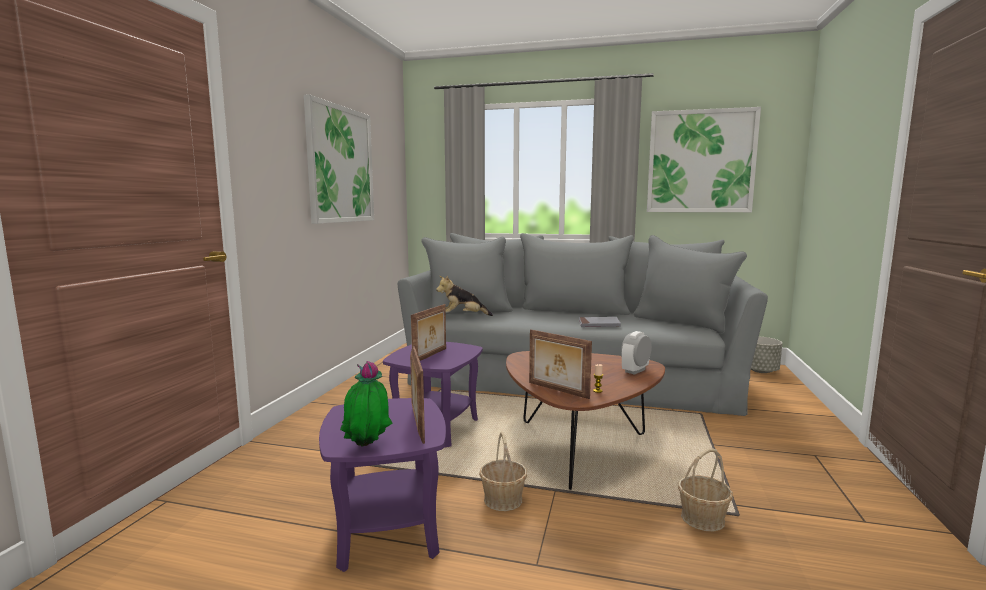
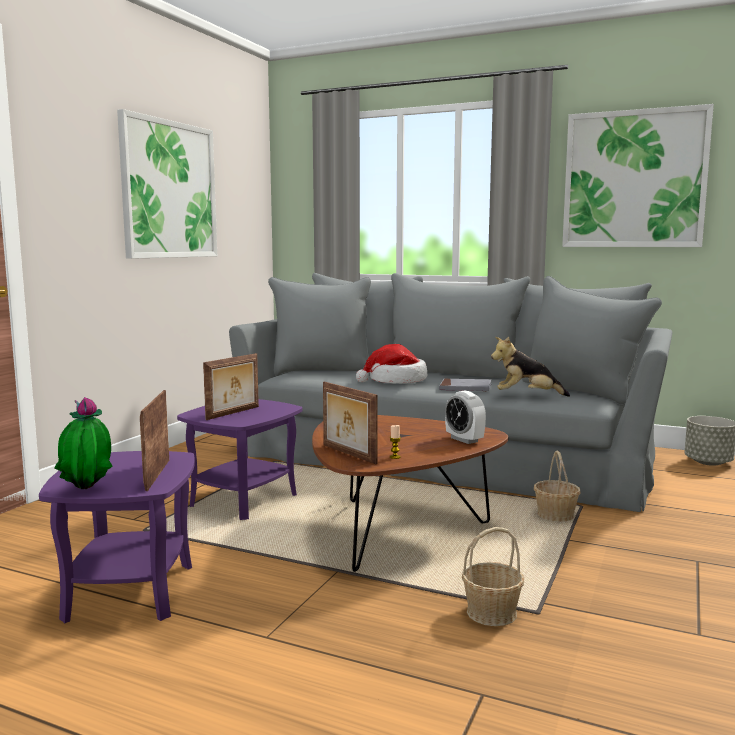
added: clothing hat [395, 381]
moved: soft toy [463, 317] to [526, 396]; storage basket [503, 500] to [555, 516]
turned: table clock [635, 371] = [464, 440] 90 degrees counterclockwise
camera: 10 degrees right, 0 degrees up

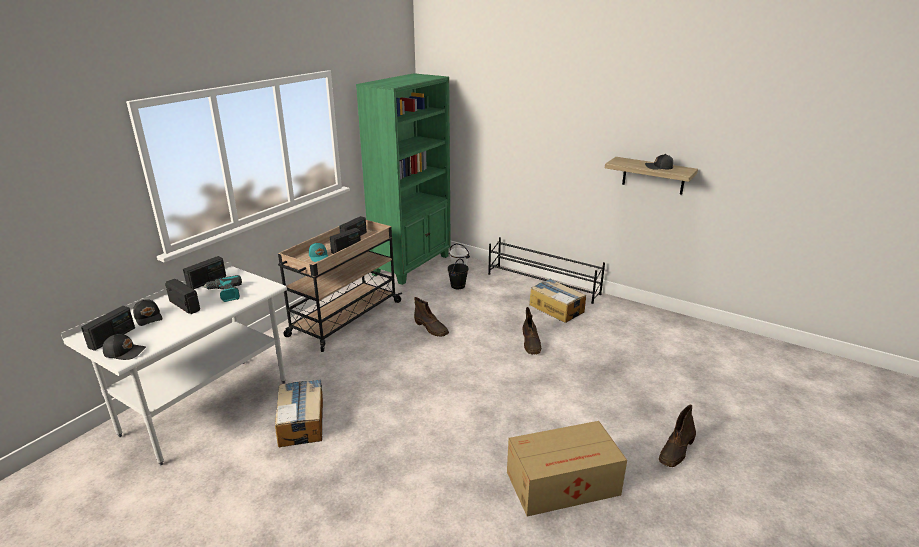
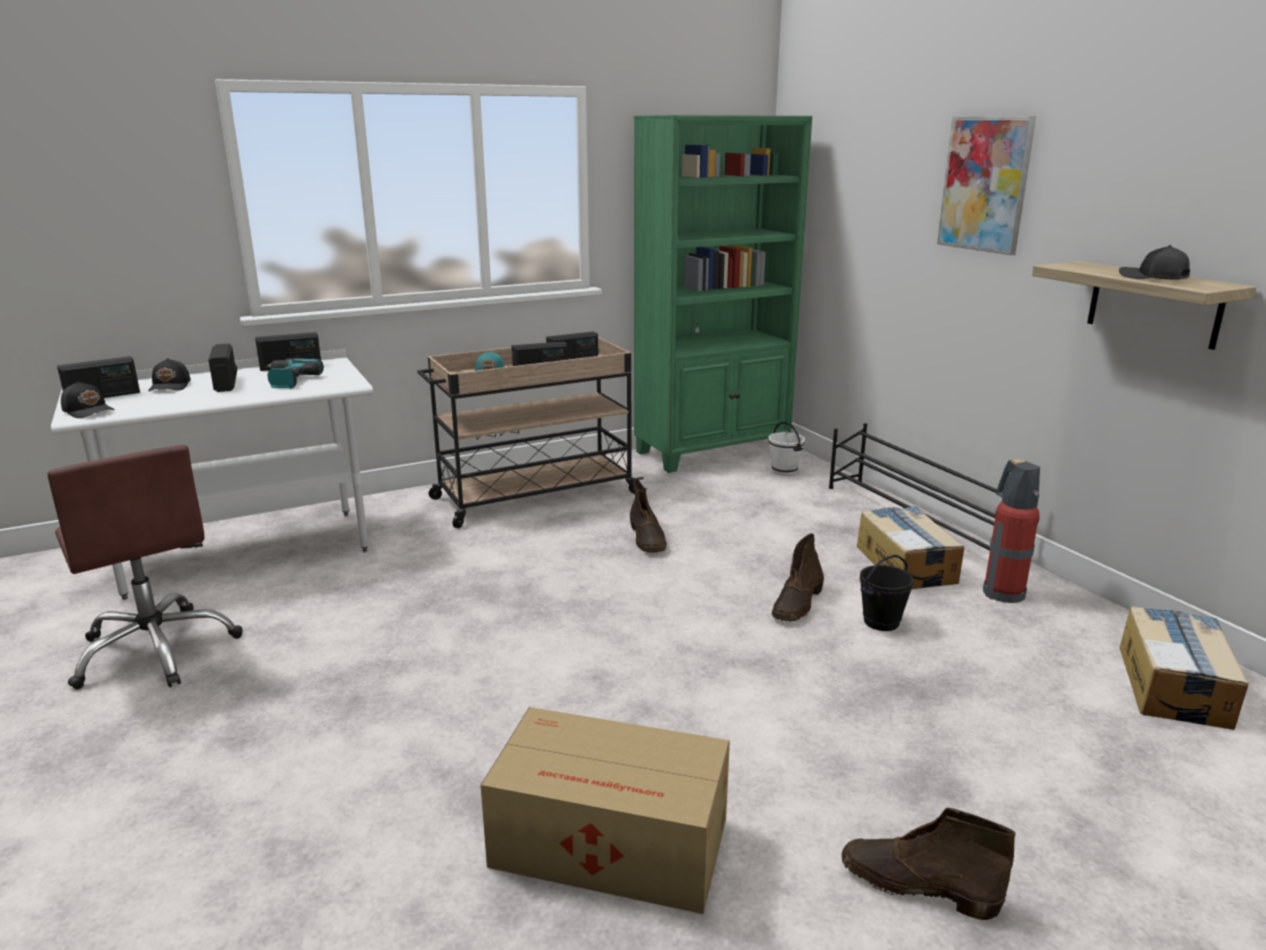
added: computer chair (brown) [156, 650]; wall art [985, 184]; extinguisher [1002, 592]
moved: bucket (black-coloured) [457, 286] to [880, 622]; cardboard box [302, 422] to [1174, 686]
turned: tall boot (brown) [676, 451] = [917, 885] 45 degrees clockwise
camera: 30 degrees right, 5 degrees down

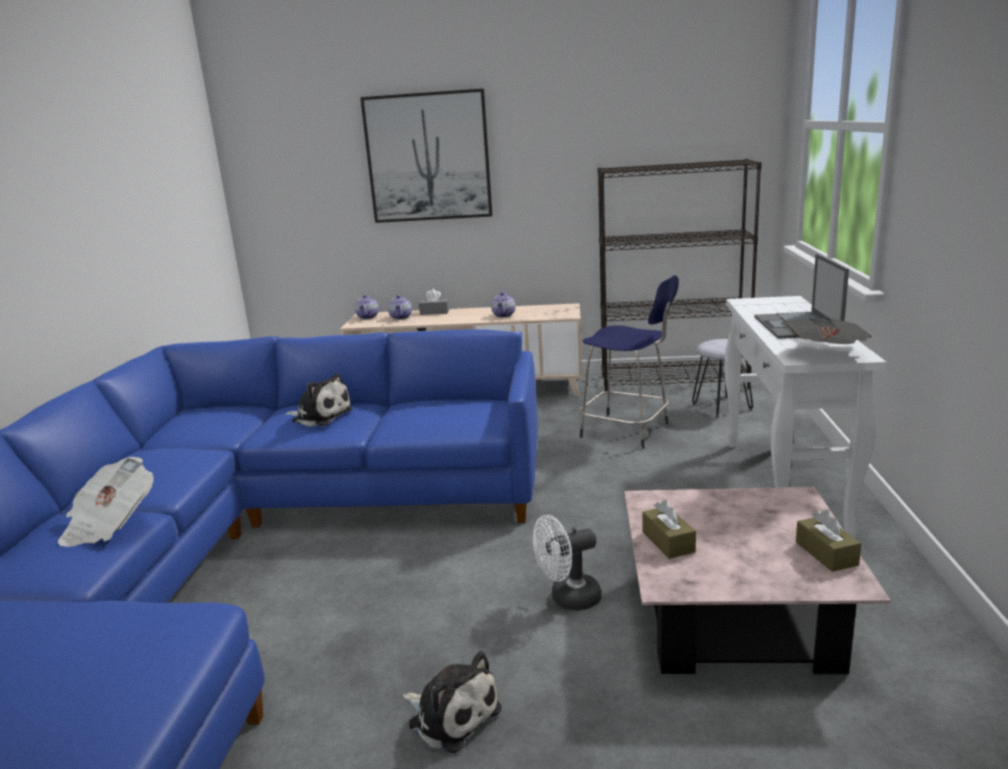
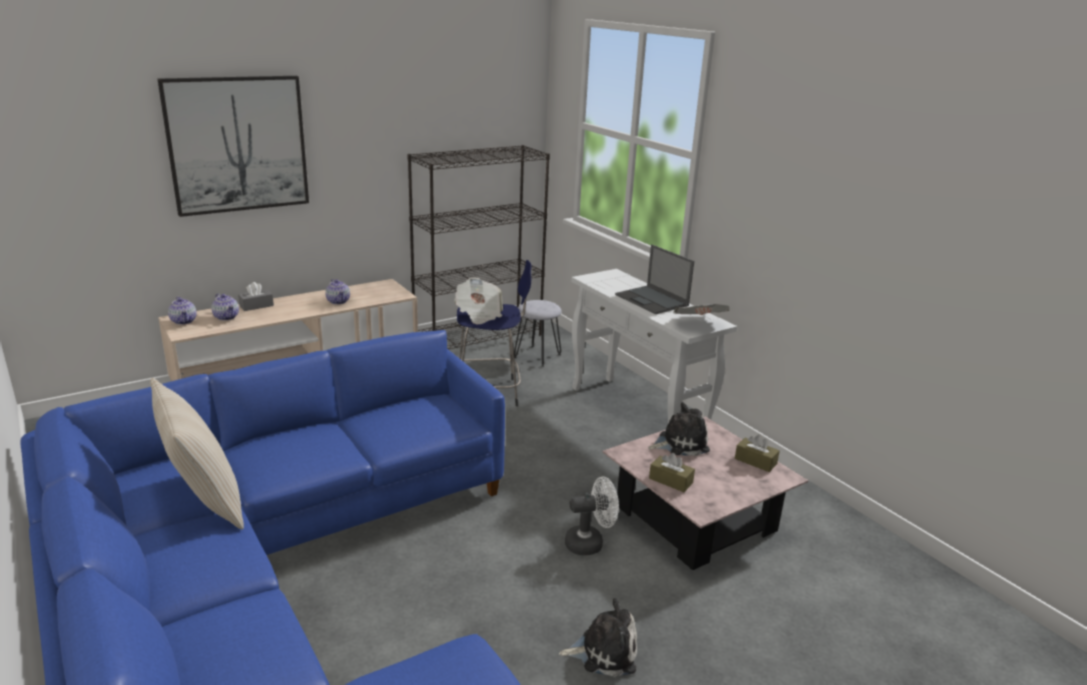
added: throw pillow (beige) [204, 502]
moved: daily paper [110, 524] to [479, 314]; soft toy [320, 416] to [680, 443]
turned: electric fan (white-coloured) [568, 599] = [590, 543] 135 degrees counterclockwise
camera: 40 degrees left, 5 degrees up

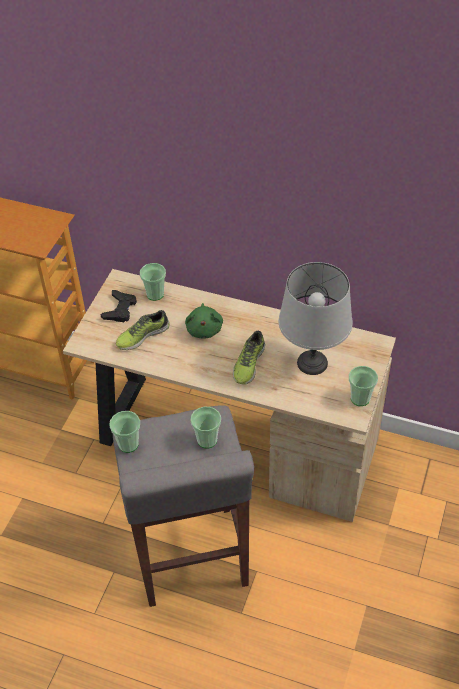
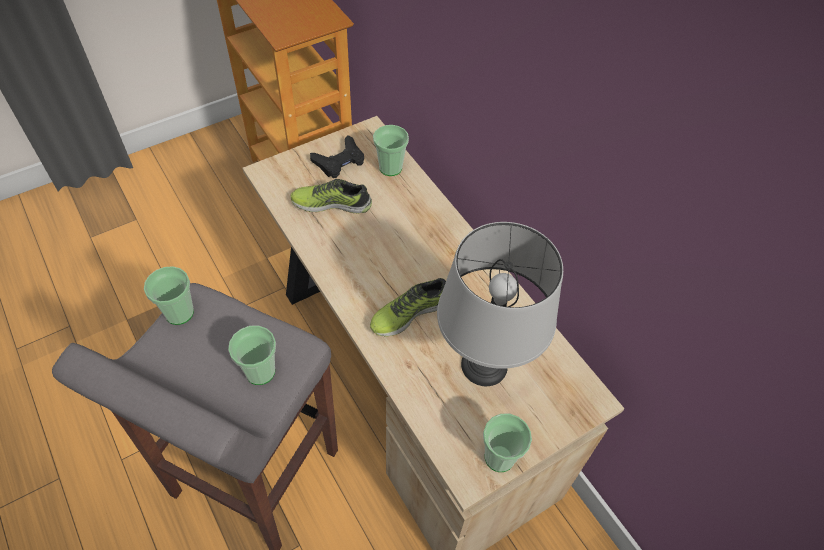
removed: soft toy (green) [204, 329]
camera: 35 degrees right, 5 degrees up

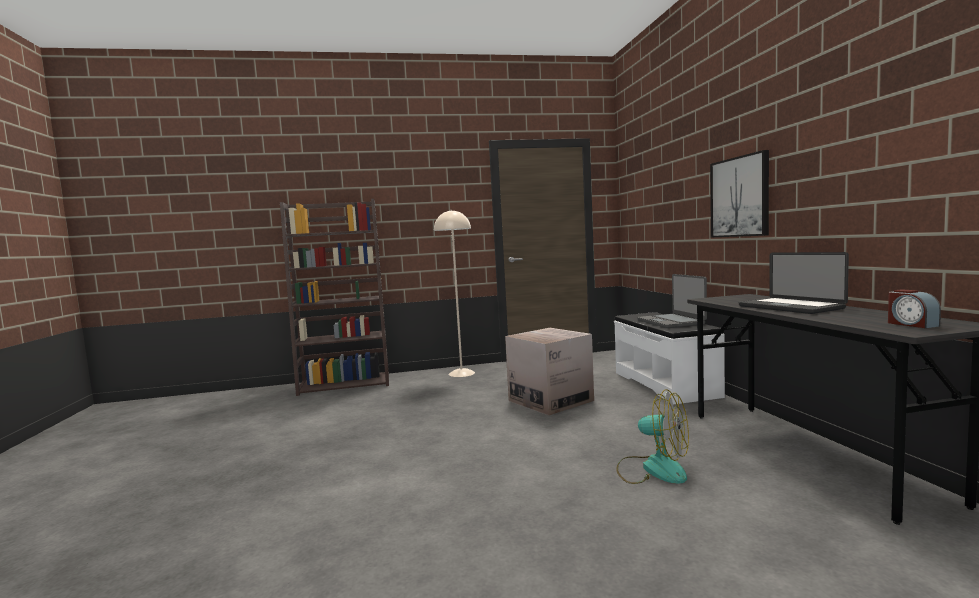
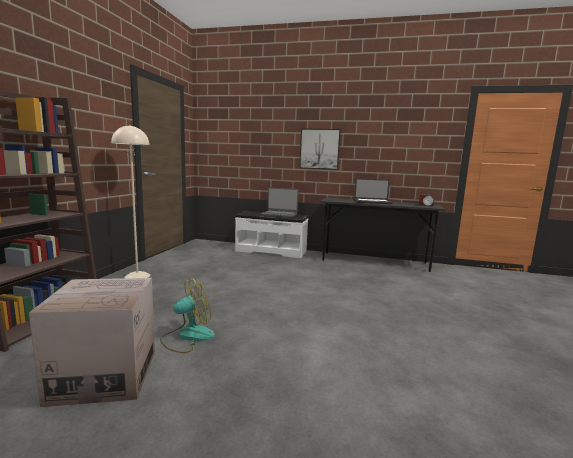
moved: cardboard box [550, 400] to [105, 375]; electric fan [653, 469] to [187, 336]
camera: 65 degrees left, 5 degrees up

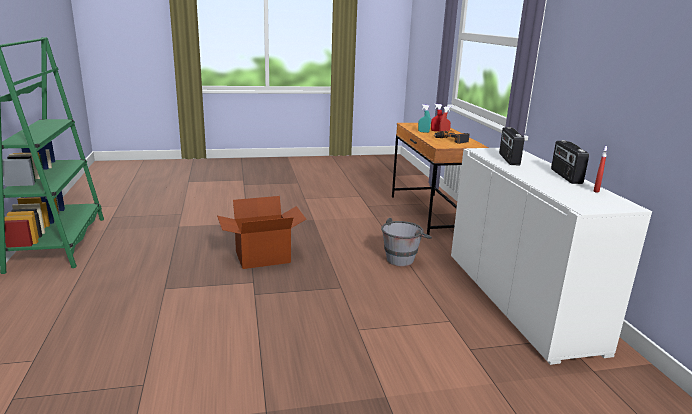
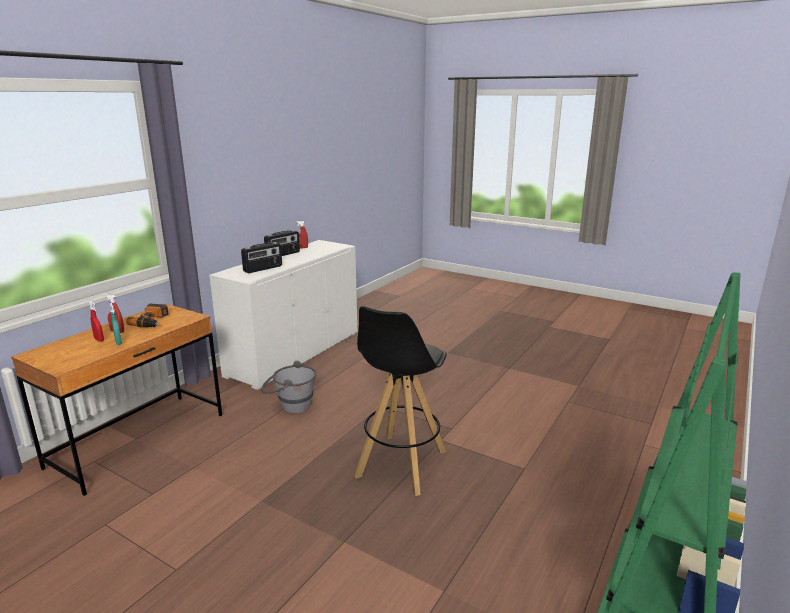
replaced: cardboard box [263, 258] to sitting stool (black-coloured) [400, 464]
camera: 135 degrees left, 0 degrees up

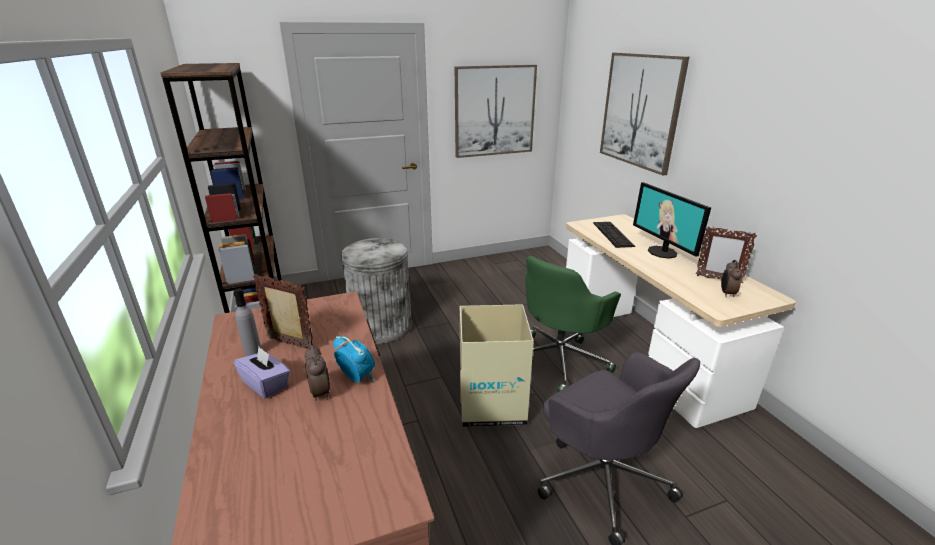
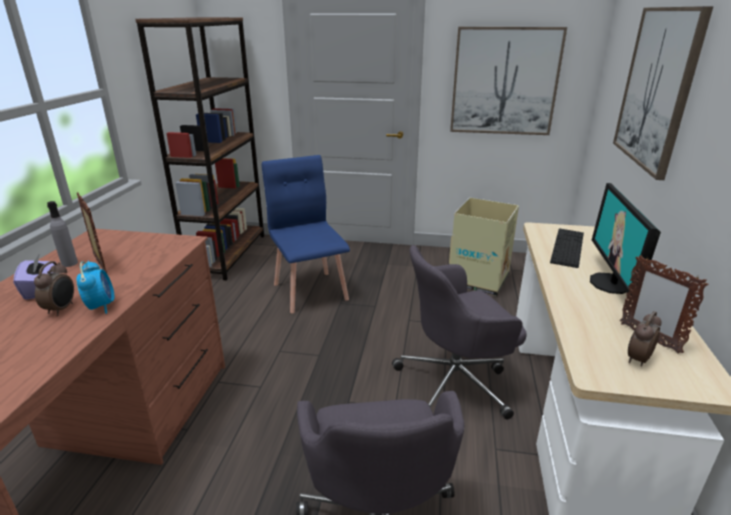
moved: cardboard box [492, 403] to [479, 279]
replaced: waste bin (gray) [381, 326] to upright chair (bluish) [310, 291]
recoloured: computer chair (green) [560, 359] to computer chair (gray) [455, 382]
camera: 30 degrees right, 0 degrees up

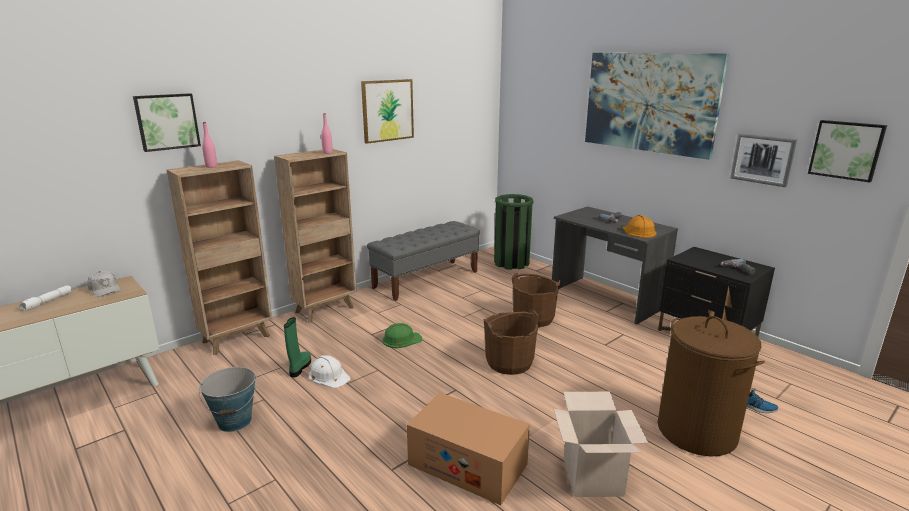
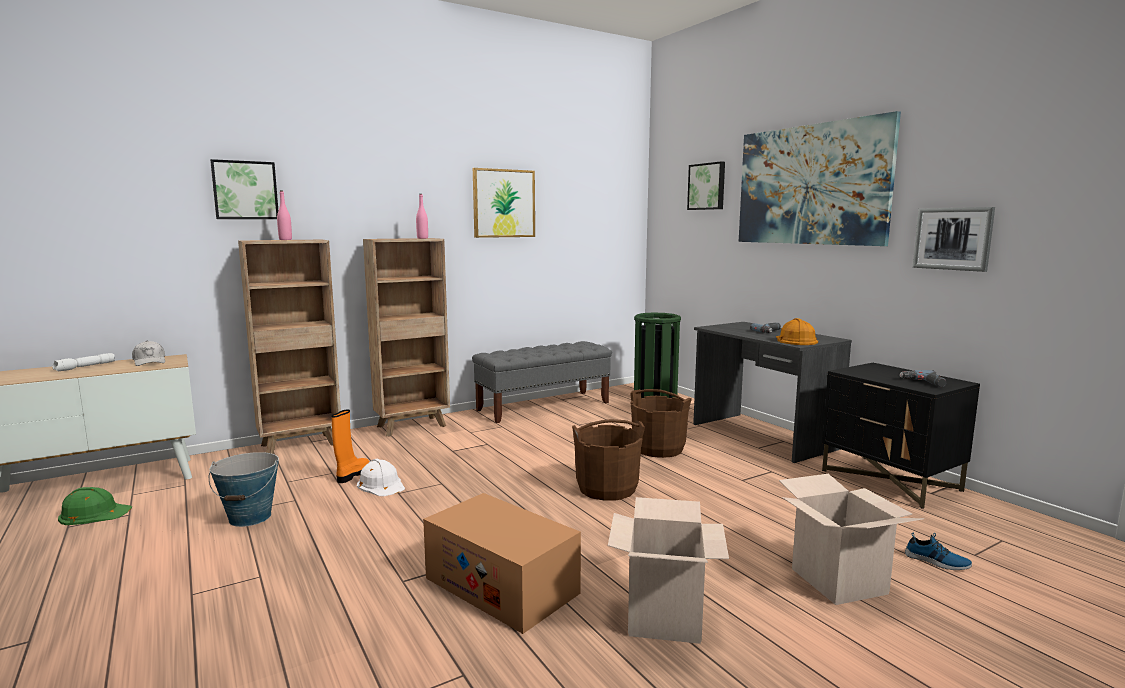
moved: hard hat (green) [401, 339] to [94, 513]; wall art [846, 150] to [707, 186]
replaced: washing basket (brown) [697, 431] to cardboard box [838, 581]
recoloured: tall boot (green) [300, 367] to tall boot (orange) [352, 475]
camera: 10 degrees right, 10 degrees down

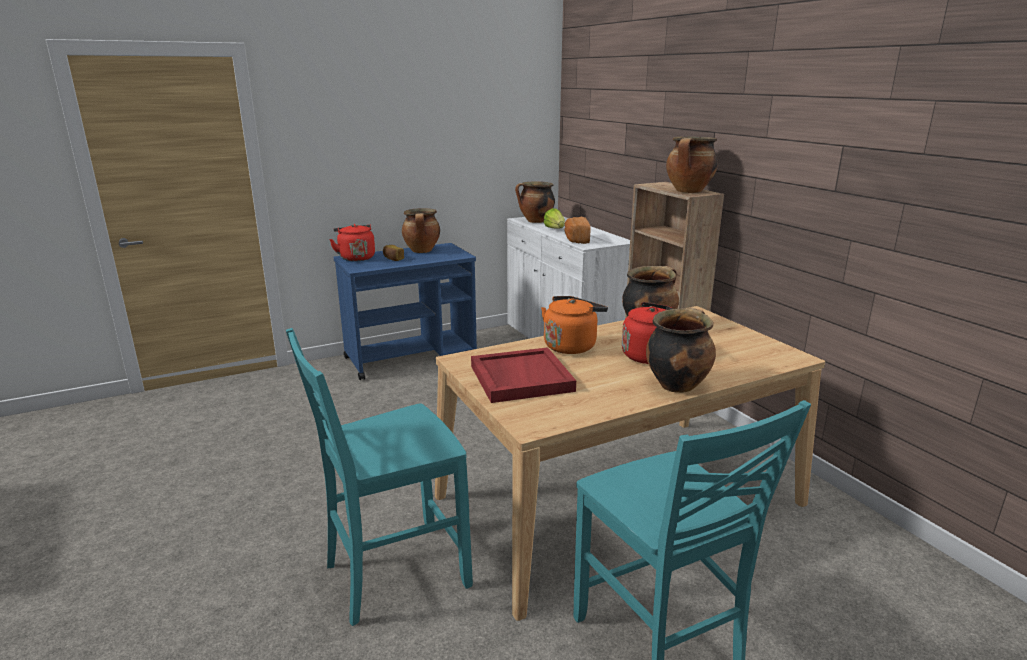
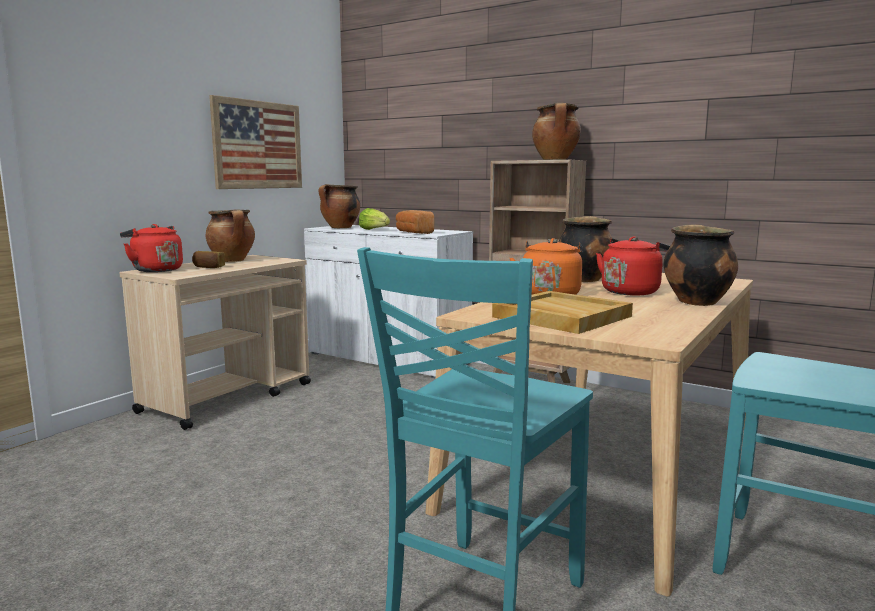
added: wall art [258, 145]
recoloured: trolley (bluish) [411, 357] to trolley (beige) [229, 397]; tray (reddish) [520, 378] to tray (beige) [560, 316]
camera: 30 degrees left, 10 degrees down

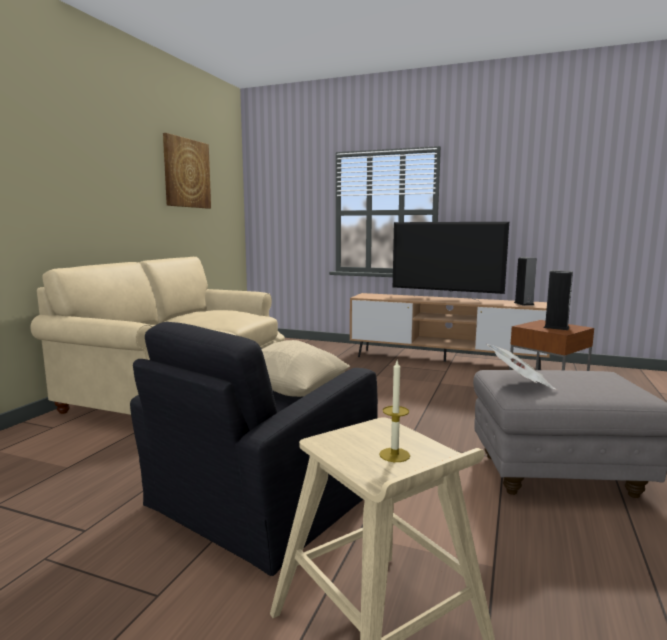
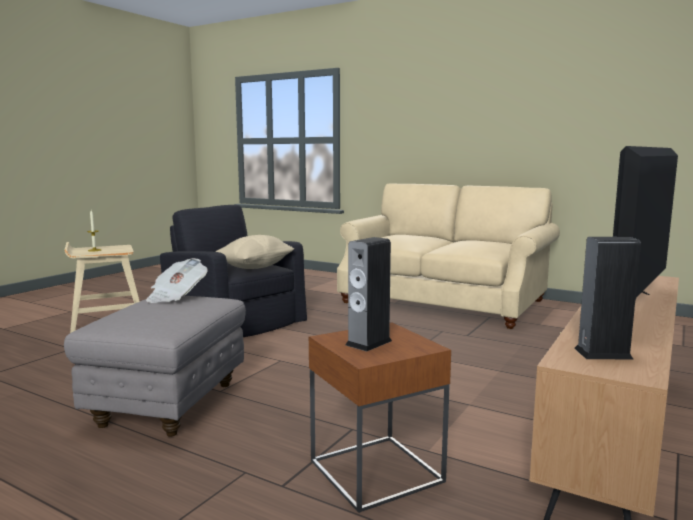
removed: wall art [186, 173]
camera: 100 degrees right, 0 degrees up

